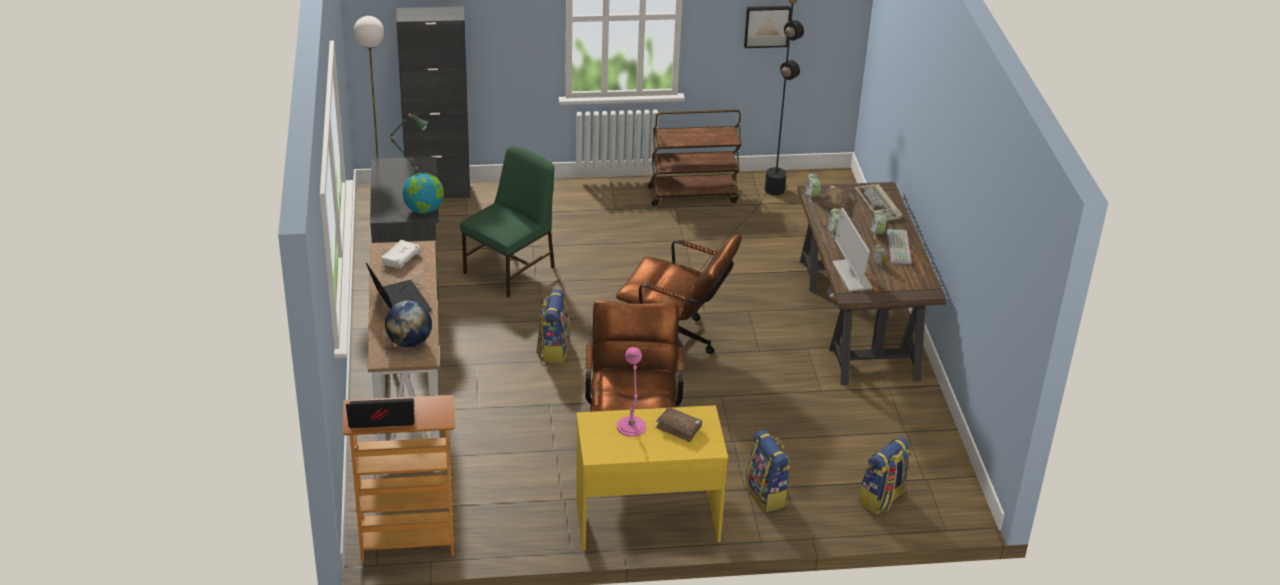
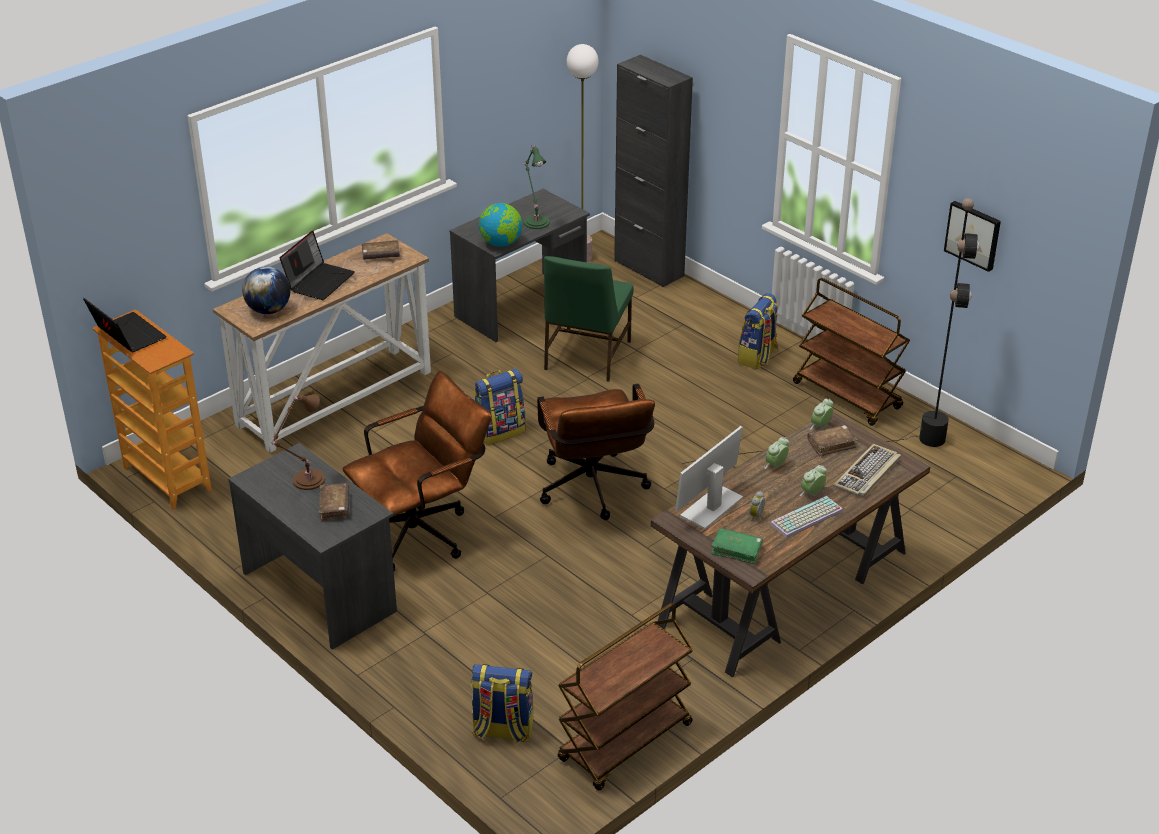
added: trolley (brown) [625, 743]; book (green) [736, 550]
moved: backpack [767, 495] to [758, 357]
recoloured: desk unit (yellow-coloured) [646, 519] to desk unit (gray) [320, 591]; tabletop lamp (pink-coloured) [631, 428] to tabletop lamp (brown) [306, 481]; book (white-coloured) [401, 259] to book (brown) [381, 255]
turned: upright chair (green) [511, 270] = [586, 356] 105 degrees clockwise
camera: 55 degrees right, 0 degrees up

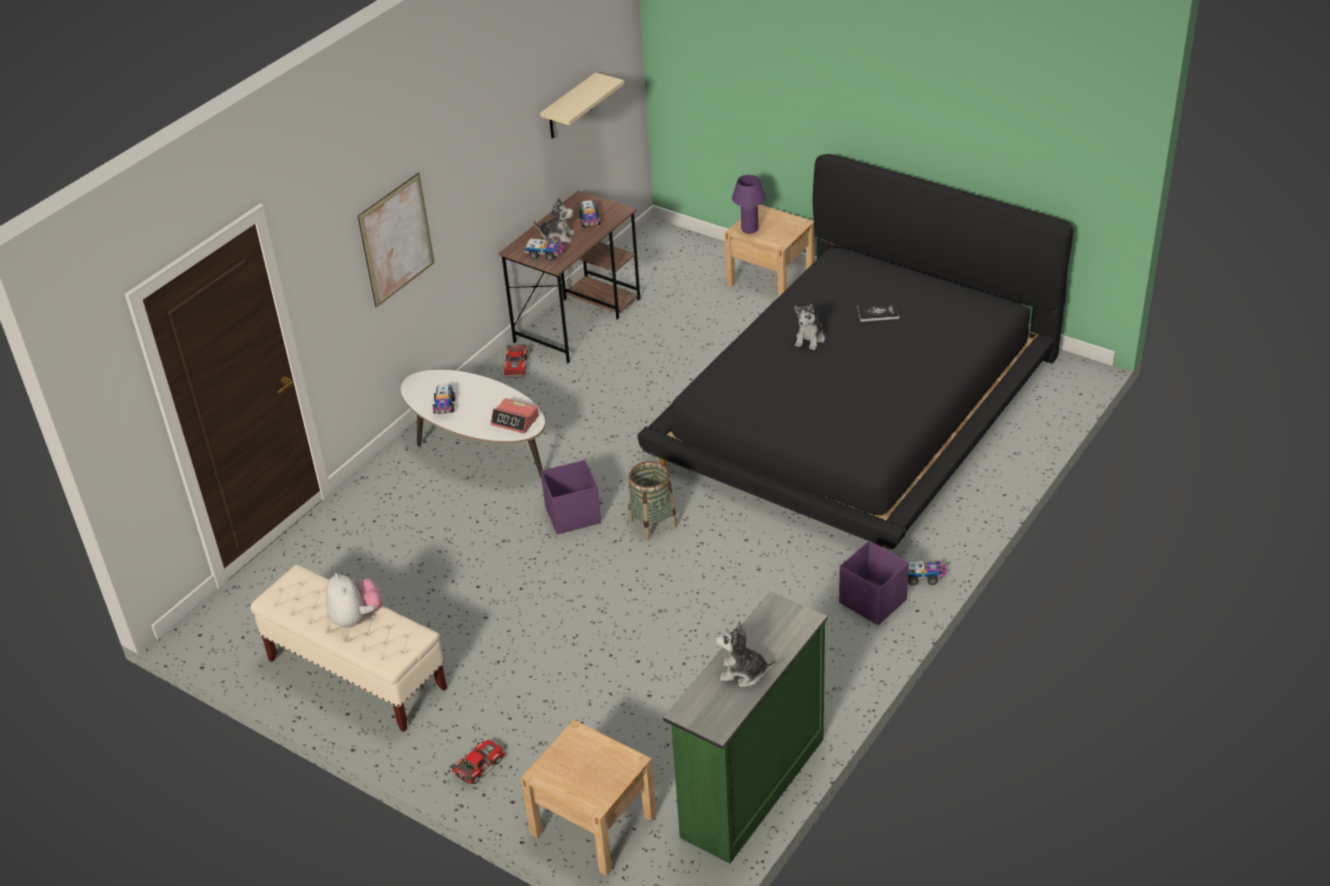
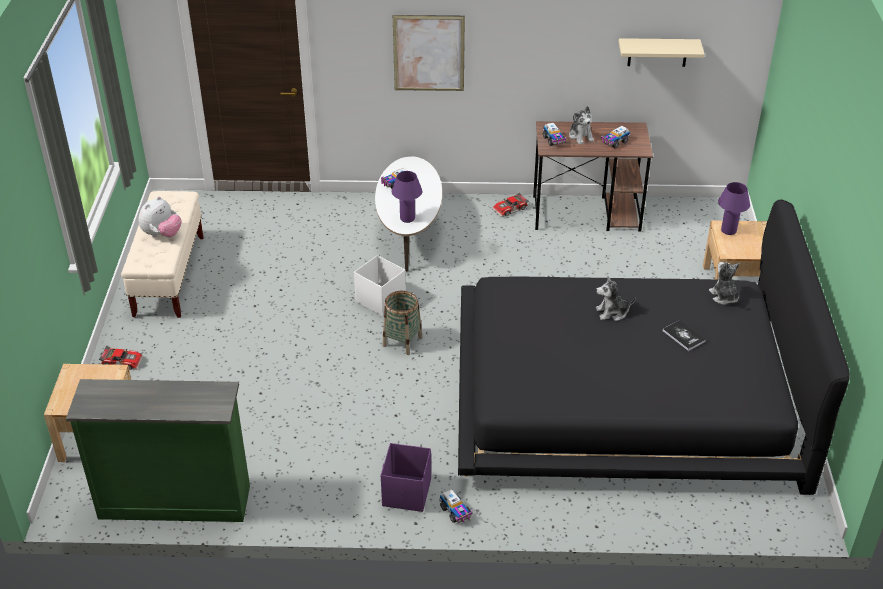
moved: soft toy [743, 673] to [724, 297]
replaced: table clock [515, 420] to tabletop lamp (purple-coloured) [407, 218]
recoloured: storage container (purple-coloured) [572, 515] to storage container (white-coloured) [380, 300]
camera: 55 degrees right, 0 degrees up

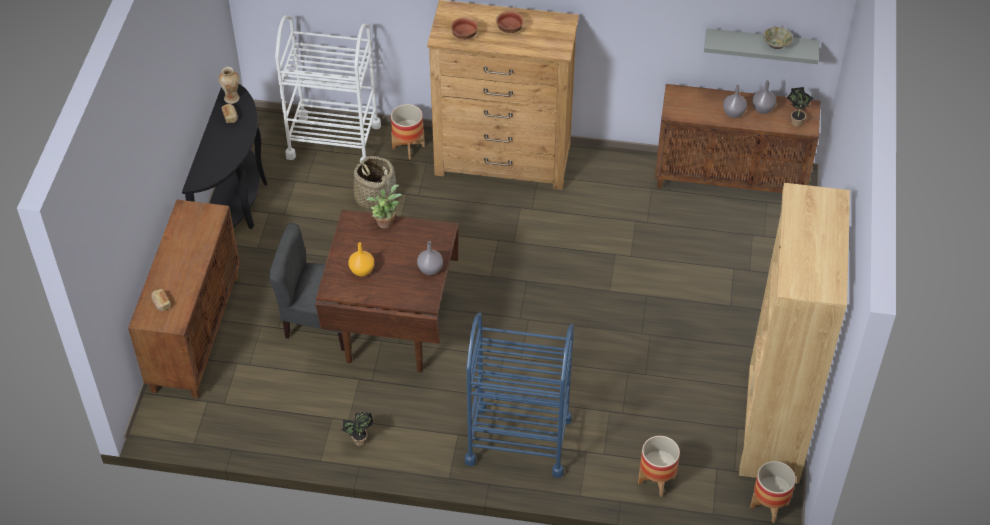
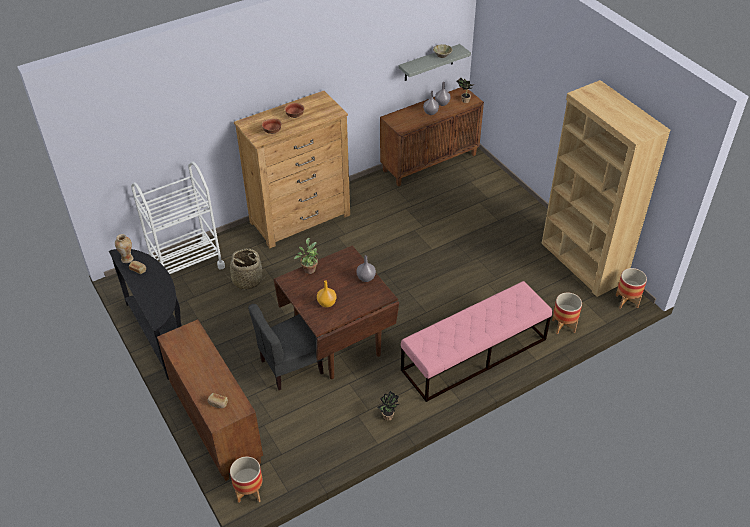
moved: plant pot [408, 147] to [249, 492]
replaced: trolley (bluish) [518, 441] to long seat (pink-coloured) [474, 355]
camera: 40 degrees left, 5 degrees down

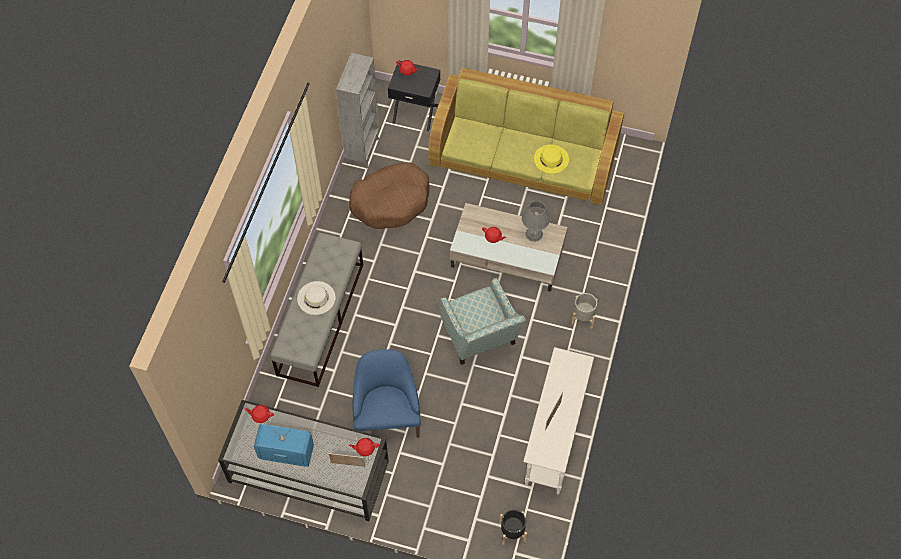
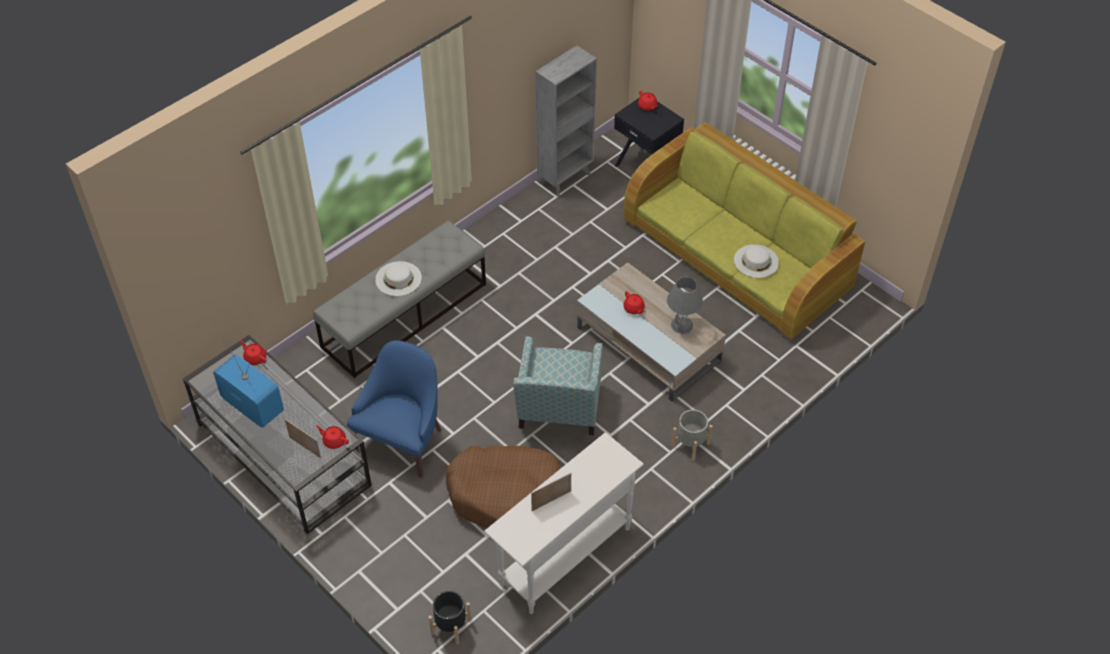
moved: pet bed (brown) [391, 201] to [505, 493]
recoloured: clothing hat (yellow-coloured) [551, 159] to clothing hat (white-coloured) [756, 261]
camera: 30 degrees right, 10 degrees down

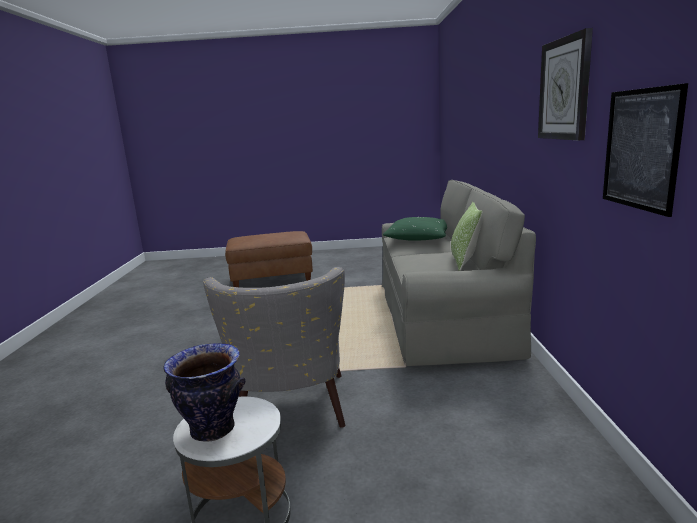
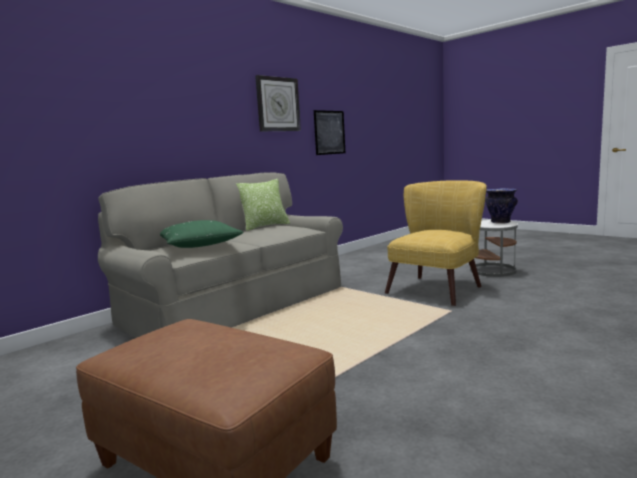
recoloured: armchair (gray) [290, 413] to armchair (yellow-coloured) [439, 288]
camera: 135 degrees left, 5 degrees down

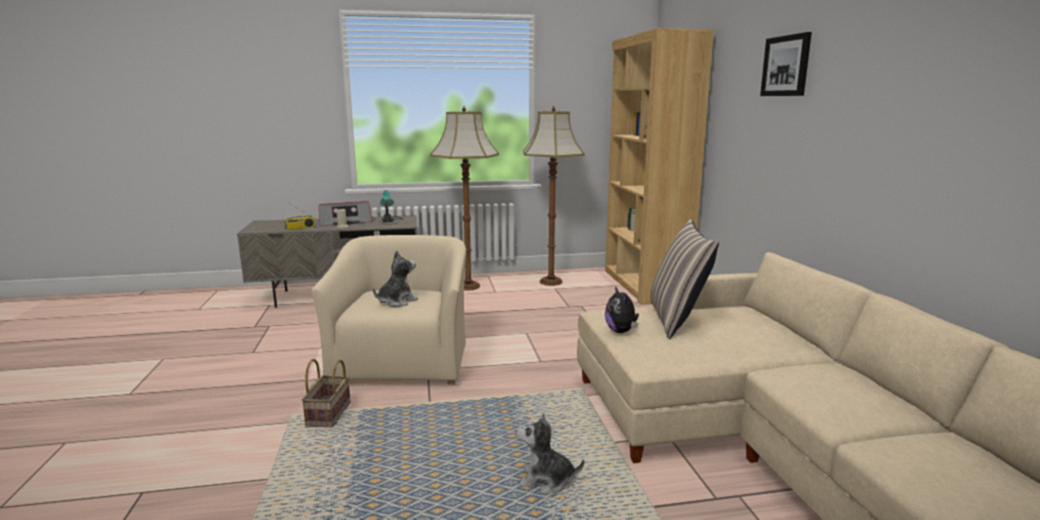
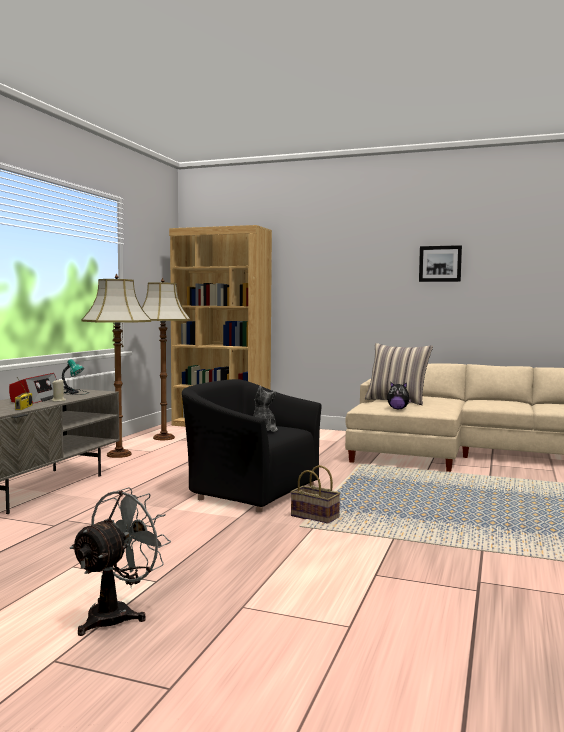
removed: soft toy [546, 480]
added: electric fan (gray) [117, 614]
moved: wall art [786, 66] to [440, 263]
recoloured: armchair (beige) [402, 361] to armchair (black-coloured) [250, 490]
camera: 60 degrees left, 10 degrees down

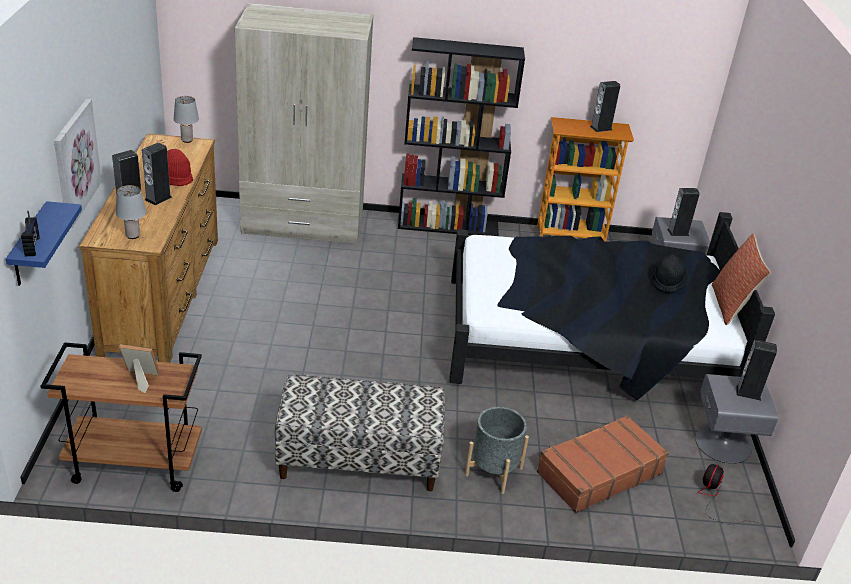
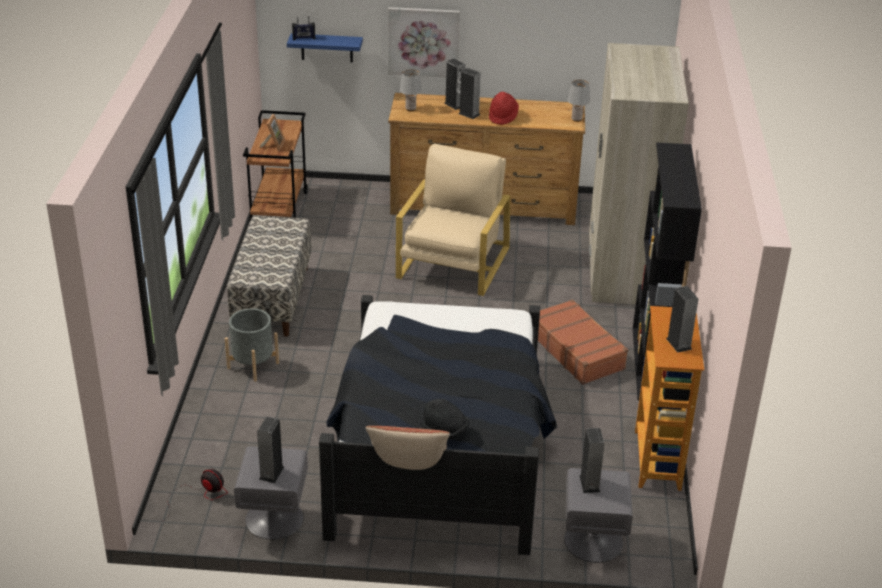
added: armchair (beige) [453, 263]
moved: piece of luggage (brown) [598, 472] to [576, 351]
camera: 95 degrees right, 0 degrees up

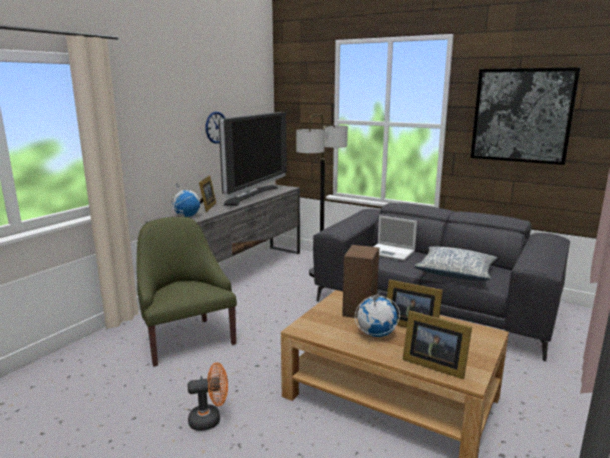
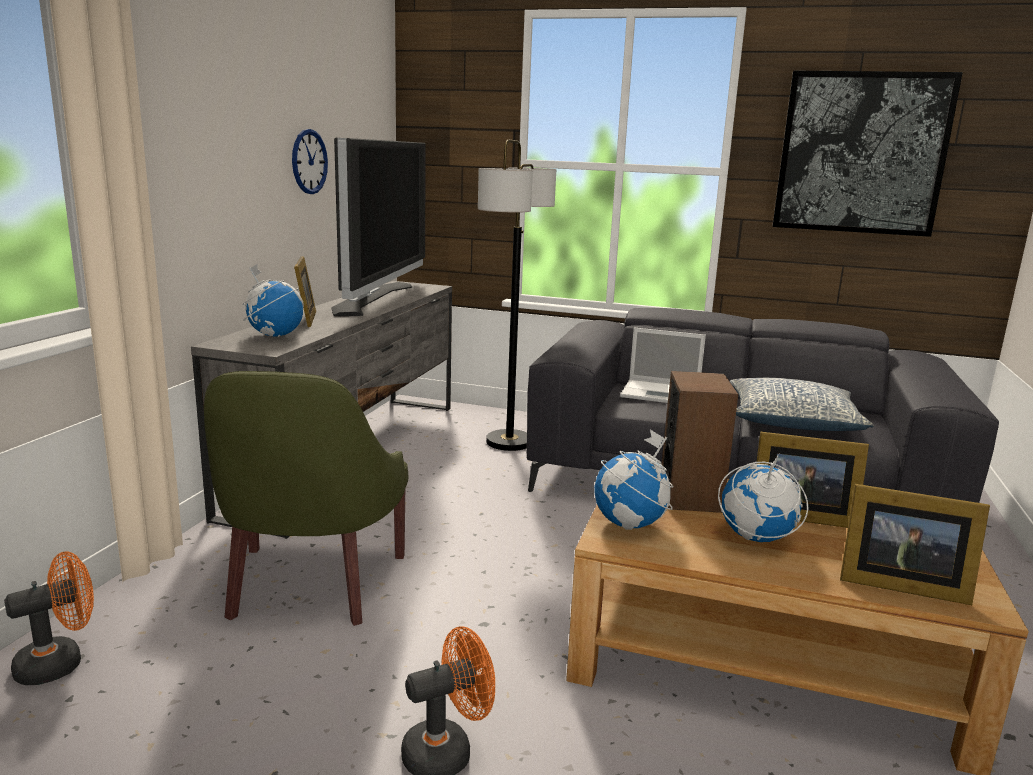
added: electric fan (orange) [60, 663]; world globe [630, 524]
turned: armchair (green) [186, 339] = [310, 586] 135 degrees counterclockwise
camera: 15 degrees left, 0 degrees up

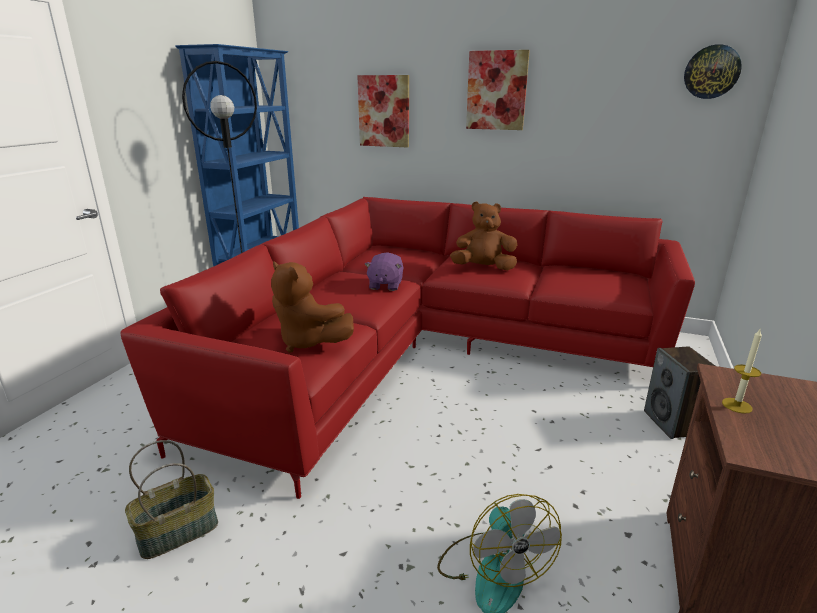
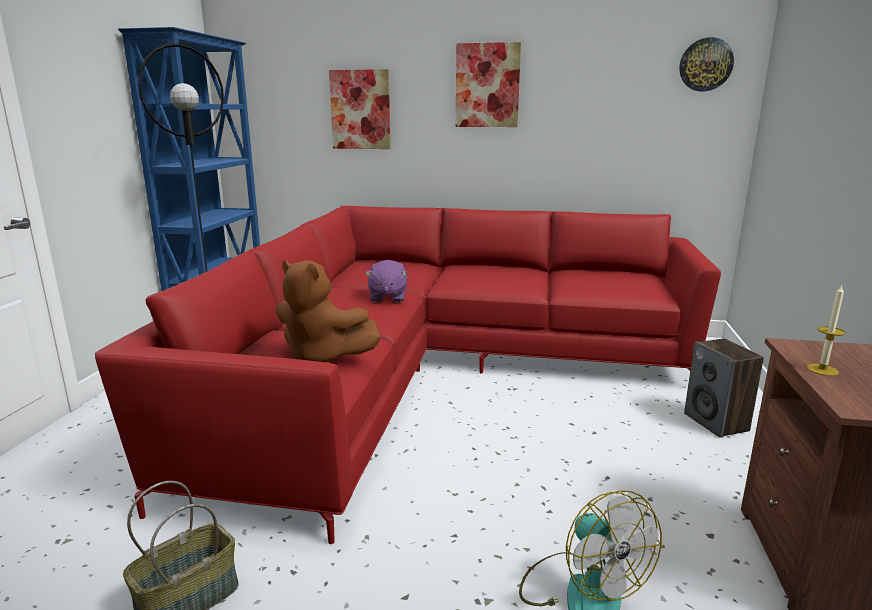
removed: soft toy (brown) [483, 268]
camera: 10 degrees left, 5 degrees down

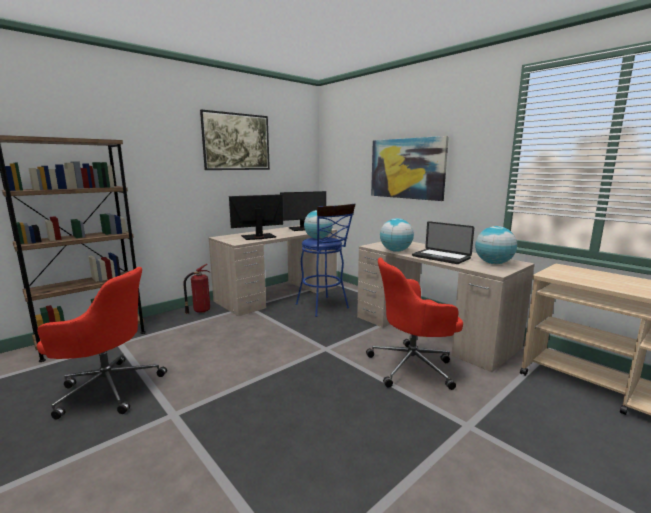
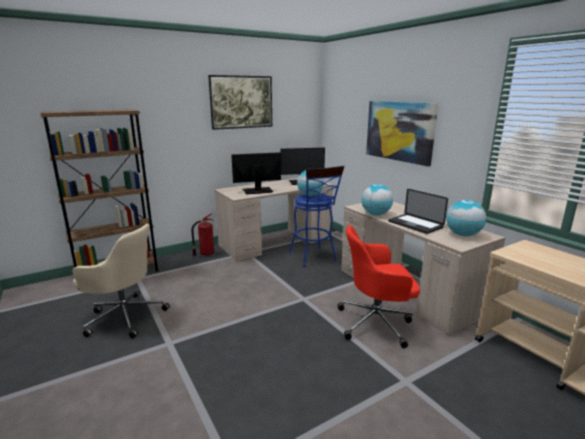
recoloured: computer chair (reddish) [108, 388] to computer chair (beige) [124, 316]
camera: 10 degrees right, 5 degrees up

